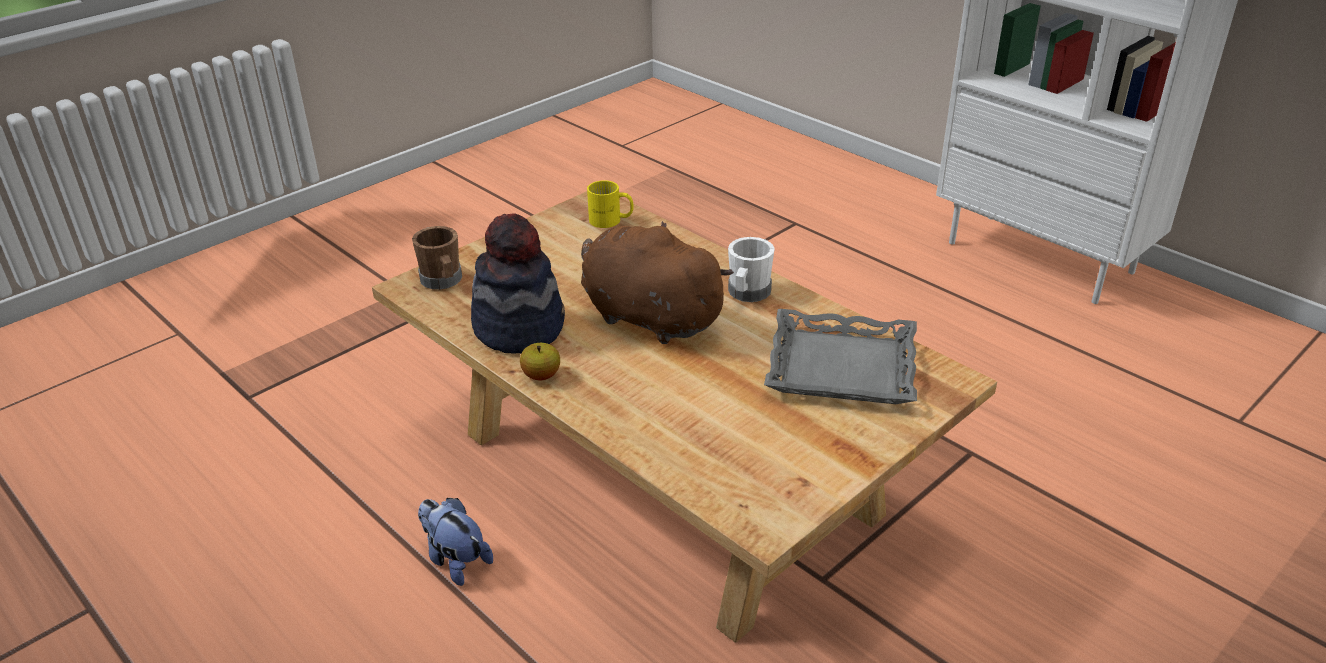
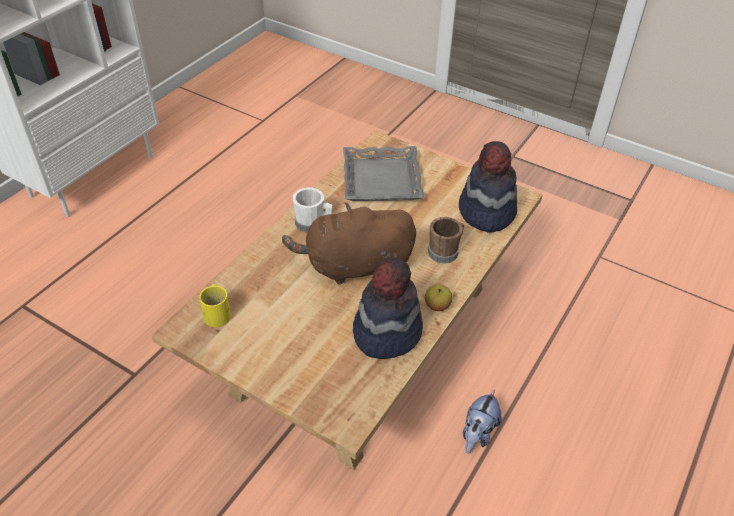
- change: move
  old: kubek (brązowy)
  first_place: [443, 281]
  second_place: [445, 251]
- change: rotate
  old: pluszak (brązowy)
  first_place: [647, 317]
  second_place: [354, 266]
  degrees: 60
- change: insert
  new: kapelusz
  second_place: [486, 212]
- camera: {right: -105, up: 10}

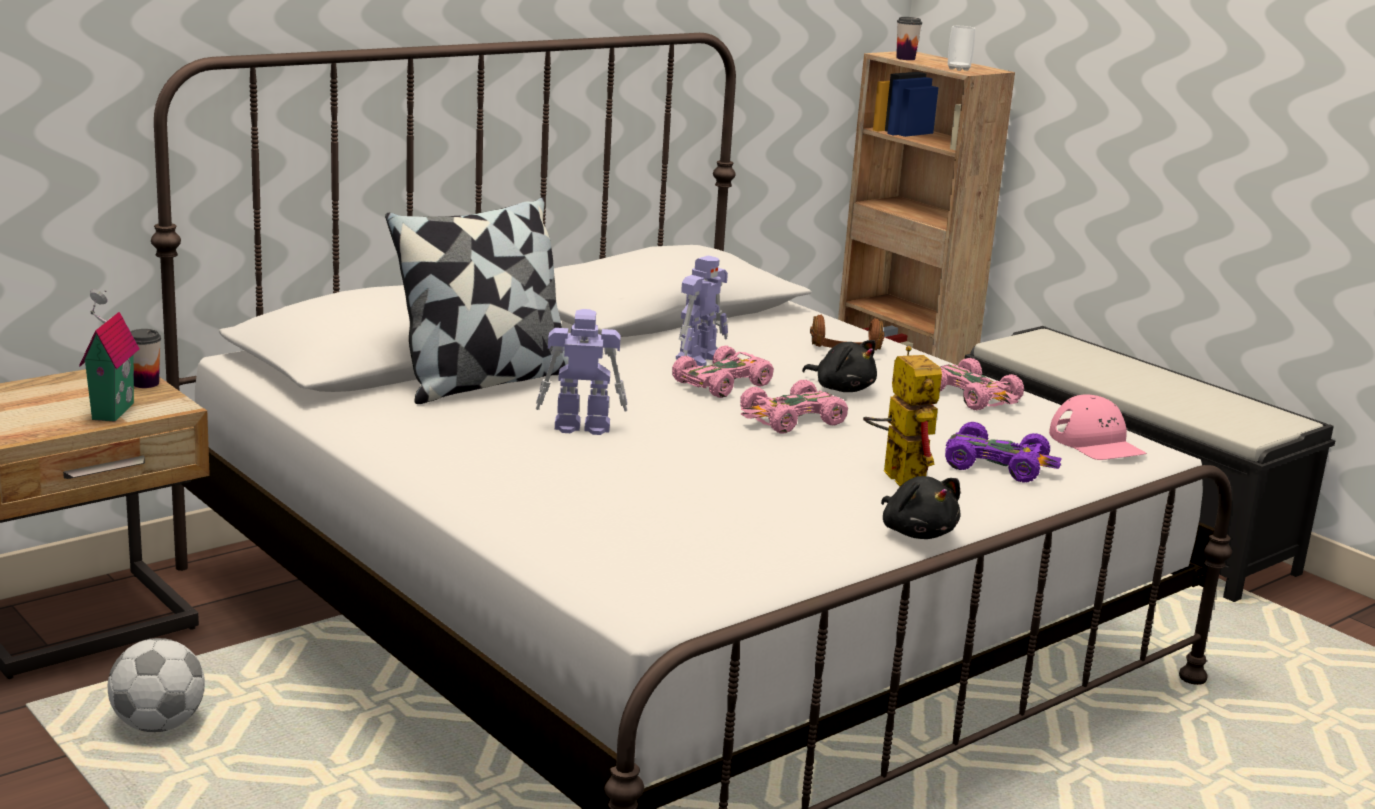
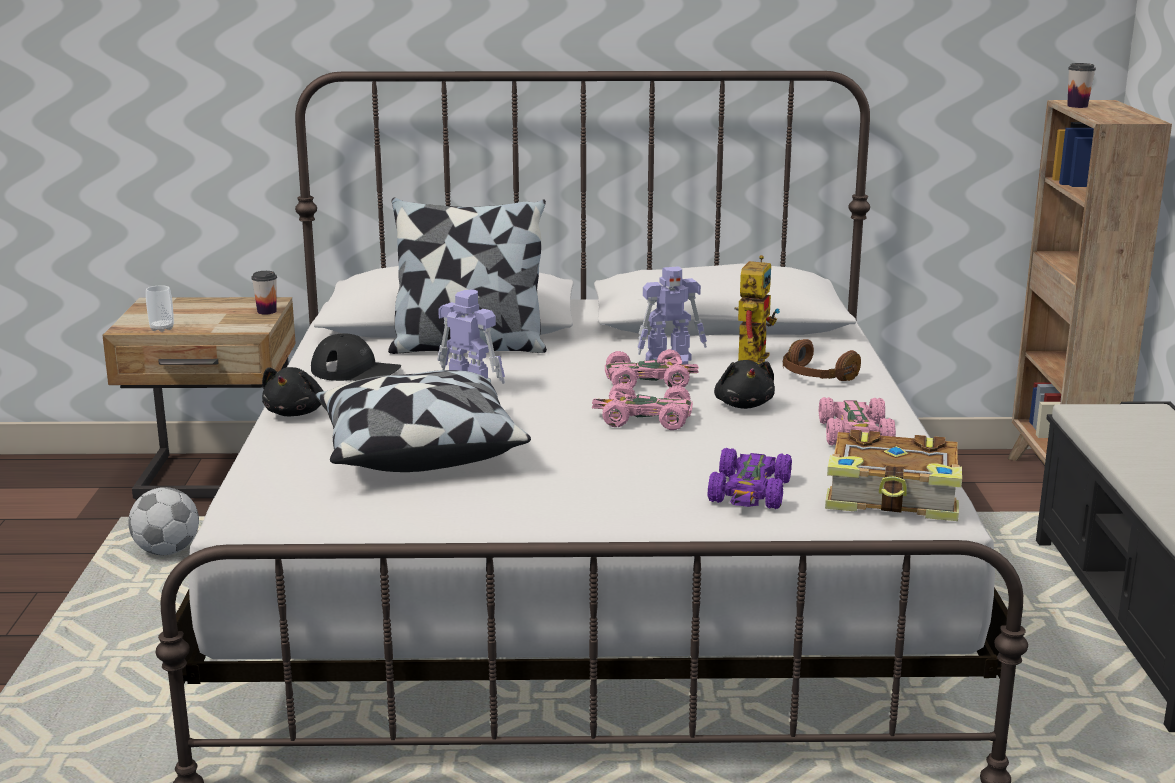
- change: delete
  old: domek
  first_place: [109, 411]
- change: move
  old: robot zabawkowy
  first_place: [896, 475]
  second_place: [751, 355]
- change: move
  old: pluszak (czarny)
  first_place: [917, 532]
  second_place: [296, 413]
- change: rotate
  old: samochodzik (fioletowy)
  first_place: [998, 465]
  second_place: [750, 492]
  degrees: 45
- change: move
  old: filiżanka
  first_place: [958, 69]
  second_place: [162, 328]
- change: replace
  old: czapka z daszkiem (różowy)
  new: książka
  first_place: [1096, 443]
  second_place: [894, 497]
- change: insert
  new: czapka z daszkiem (czarny)
  second_place: [356, 371]
- change: insert
  new: poduszka
  second_place: [417, 450]
- camera: {right: 40, up: 0}

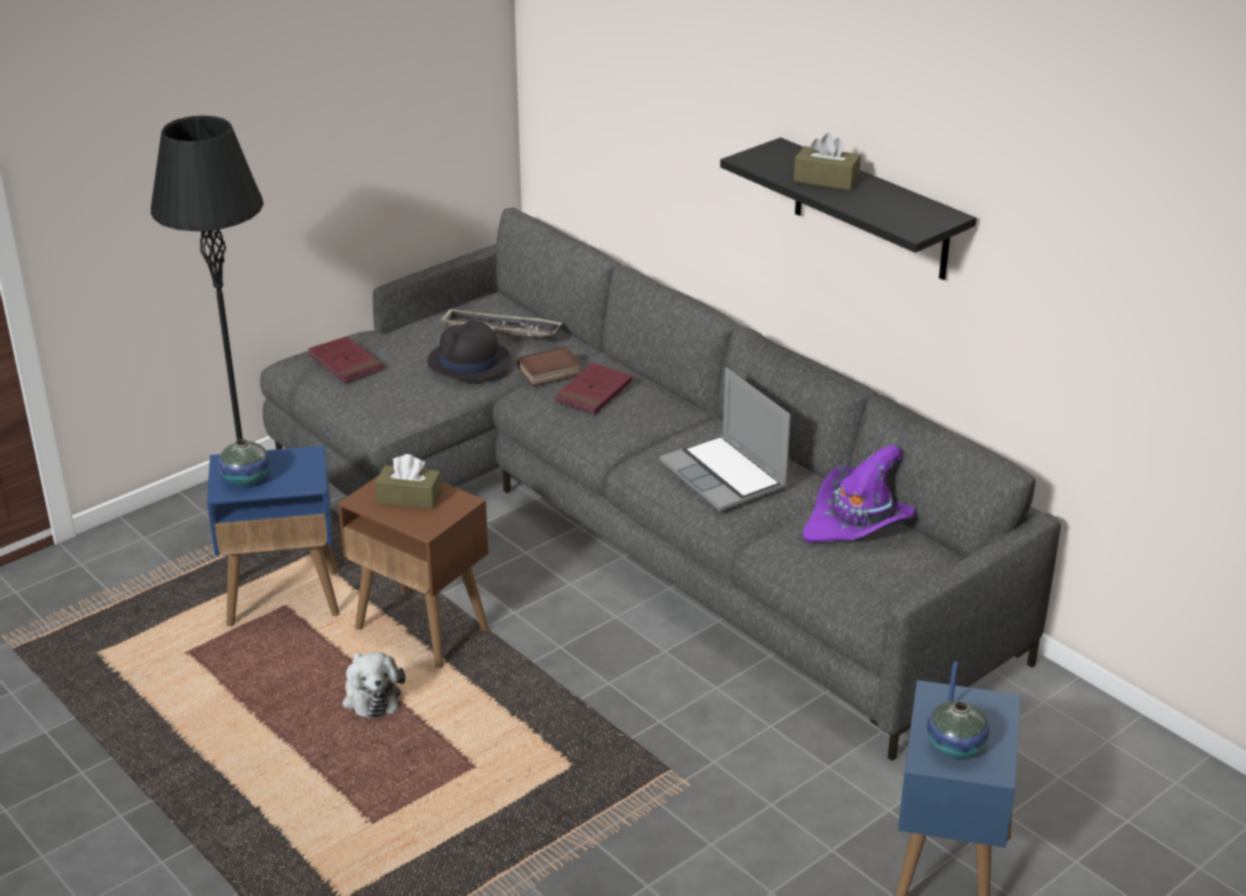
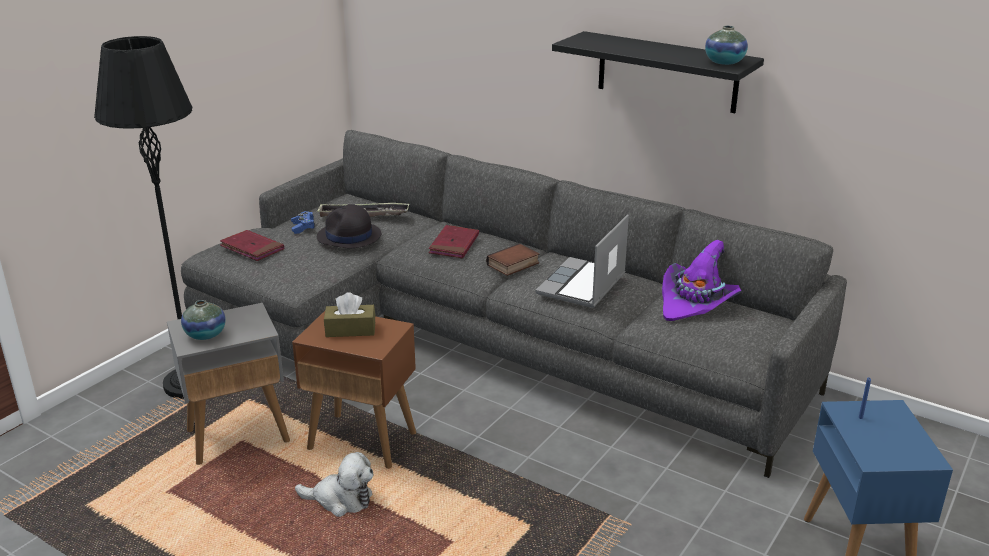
- change: recolor
  old: stolik (niebieski)
  new: stolik (szary)
  first_place: [285, 598]
  second_place: [239, 435]
- change: rotate
  old: pluszak
  first_place: [371, 696]
  second_place: [341, 500]
  degrees: -45
- change: move
  old: książka
  first_place: [549, 373]
  second_place: [513, 265]
- change: rotate
  old: laptop
  first_place: [725, 476]
  second_place: [582, 285]
  degrees: 75
- change: delete
  old: pudełko chusteczek (brązowy)
  first_place: [826, 180]
- change: move
  old: wazon
  first_place: [955, 747]
  second_place: [724, 62]
- change: insert
  new: pad do gier (niebieski)
  second_place: [303, 227]
- camera: {right: -15, up: -5}

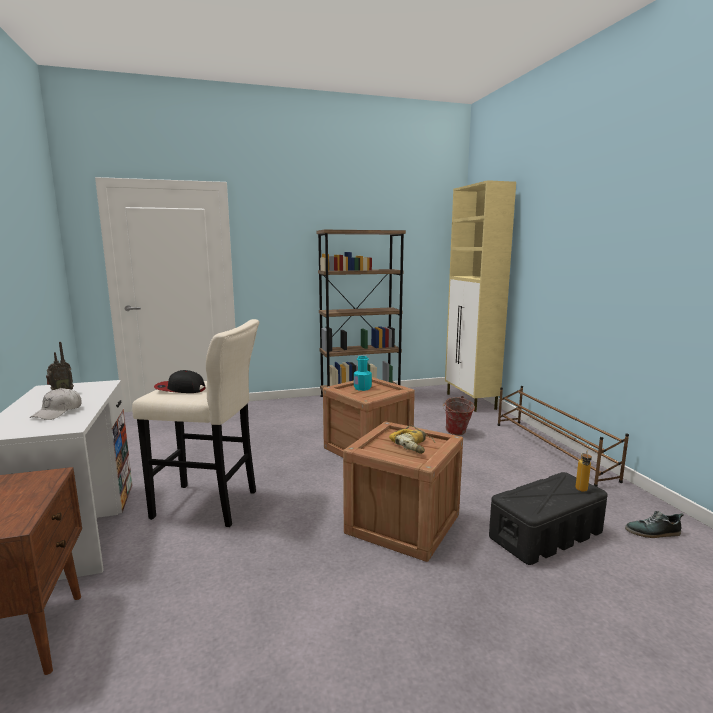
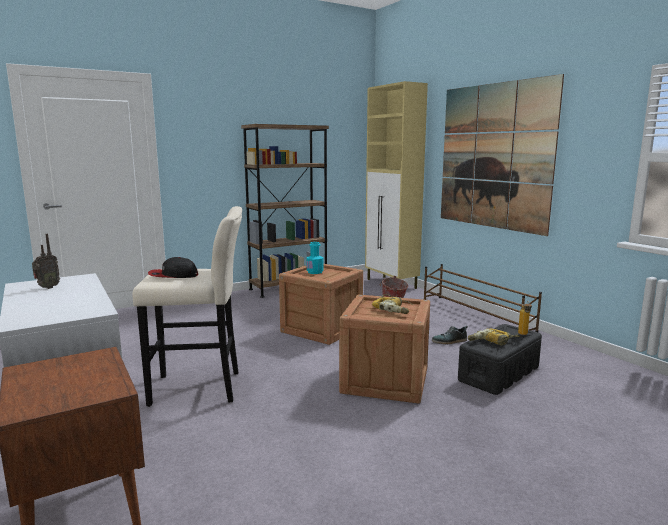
- change: delete
  old: czapka z daszkiem (biały)
  first_place: [58, 412]
- change: move
  old: but
  first_place: [653, 532]
  second_place: [449, 341]
- change: insert
  new: obraz
  second_place: [494, 156]
- change: insert
  new: wiertarka
  second_place: [492, 342]
- camera: {right: -15, up: 0}

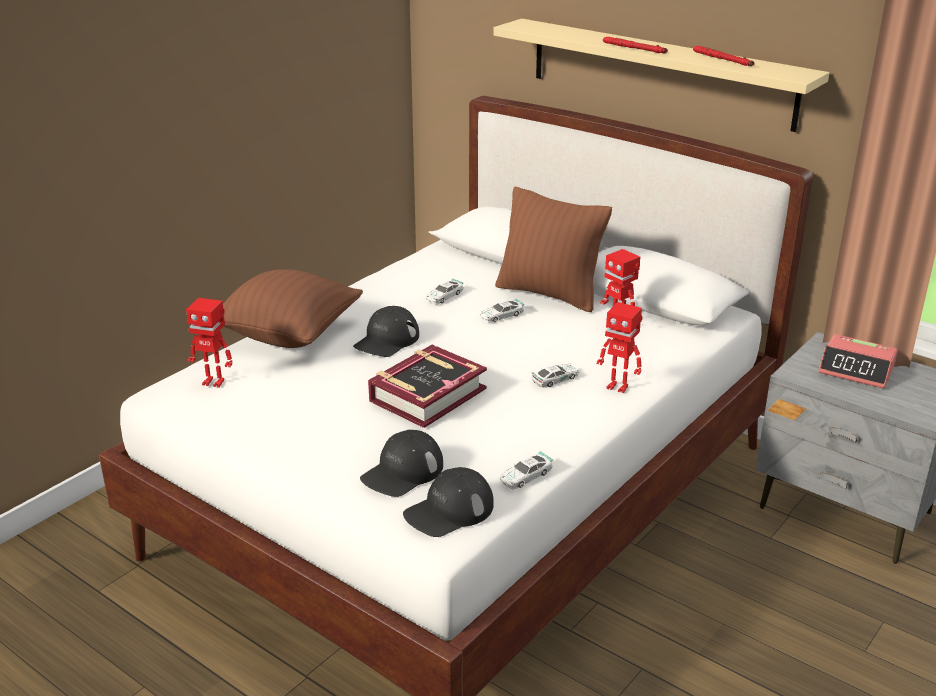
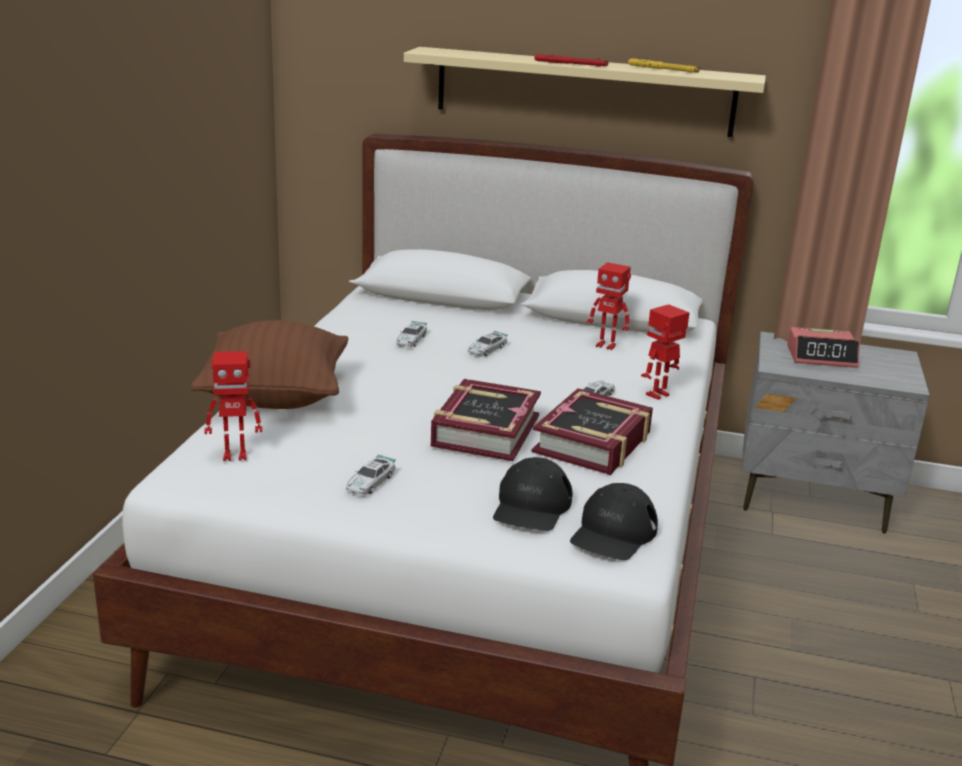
- change: delete
  old: czapka z daszkiem (czarny)
  first_place: [387, 340]
- change: delete
  old: poduszka (brązowy)
  first_place: [549, 294]
- change: move
  old: samochodzik
  first_place: [525, 476]
  second_place: [370, 482]
- change: rotate
  old: robot zabawkowy
  first_place: [618, 387]
  second_place: [658, 395]
  degrees: 135
- change: recolor
  old: latarka (czerwony)
  new: latarka (żółty)
  first_place: [722, 59]
  second_place: [663, 69]
- change: insert
  new: książka
  second_place: [593, 443]
- camera: {right: -25, up: -5}

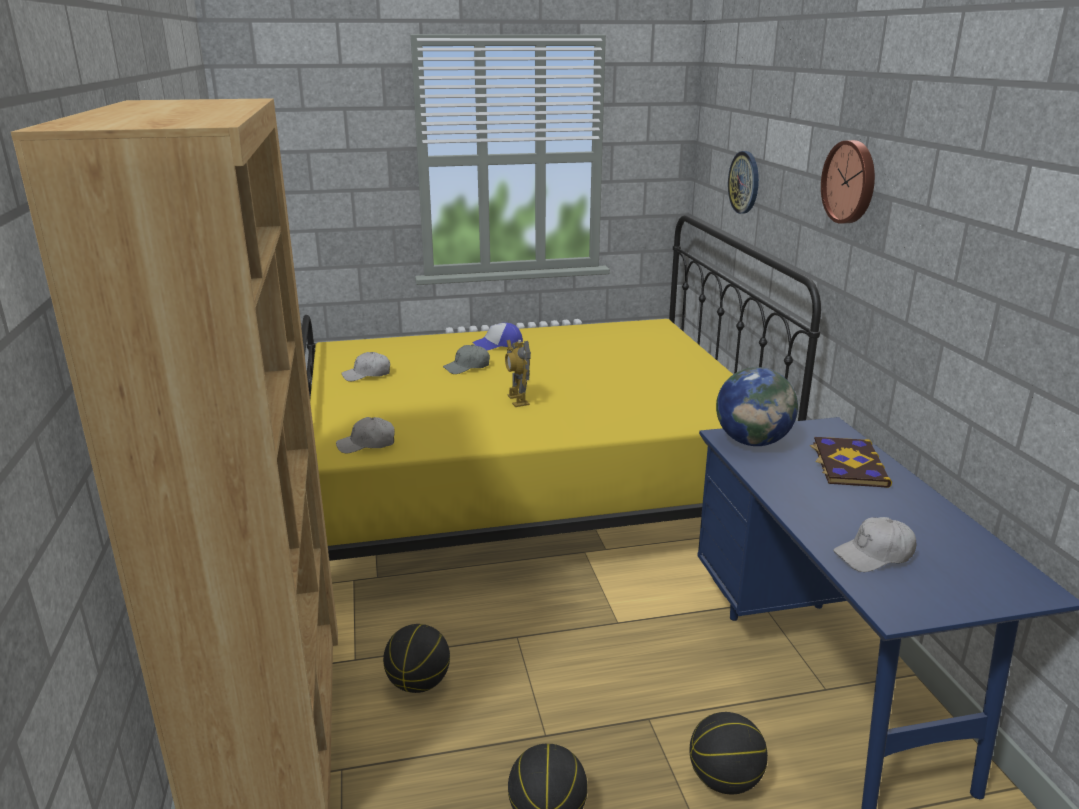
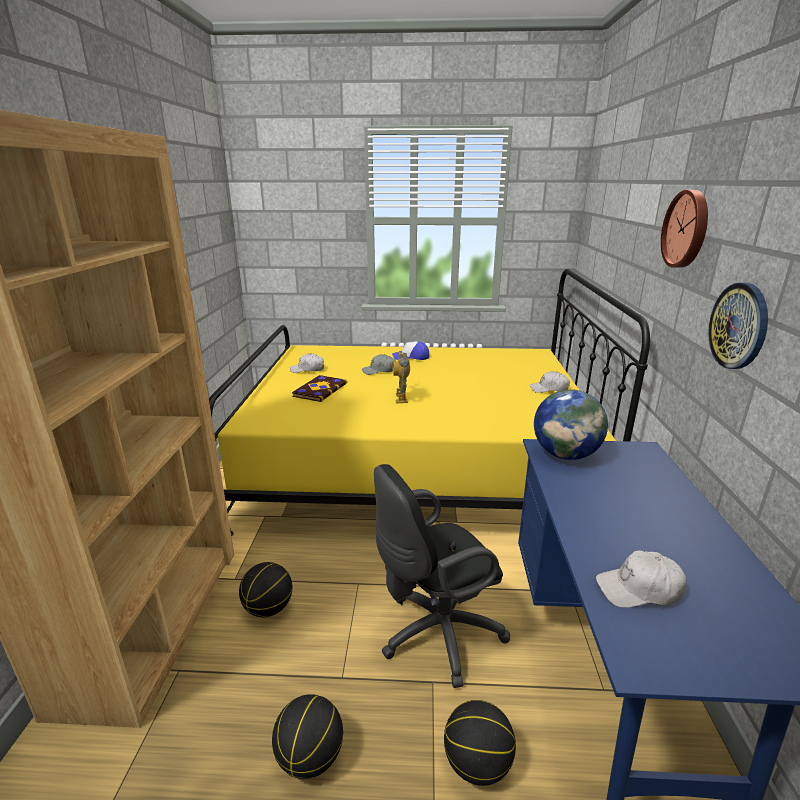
- change: move
  old: czapka z daszkiem (biały)
  first_place: [367, 444]
  second_place: [549, 389]
- change: move
  old: zegar ścienny
  first_place: [744, 182]
  second_place: [739, 326]
- change: move
  old: książka
  first_place: [848, 464]
  second_place: [319, 390]
- change: insert
  new: krzesło biurowe (czarny)
  second_place: [435, 634]
- camera: {right: 15, up: 0}

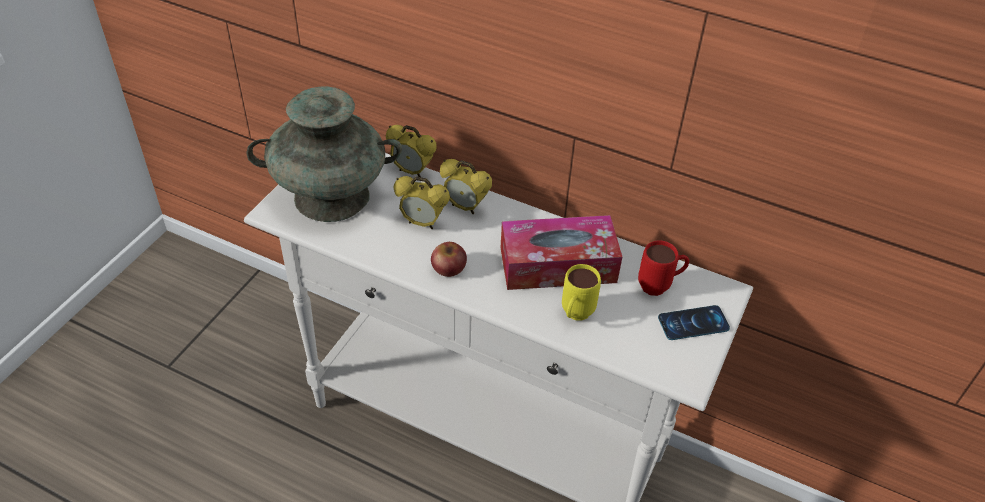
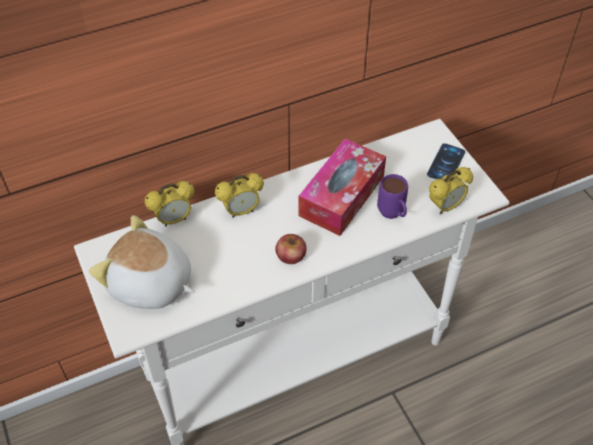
- change: replace
  old: wazon (turkusowy)
  new: pluszak
  first_place: [331, 197]
  second_place: [150, 284]
- change: move
  old: budzik
  first_place: [422, 223]
  second_place: [445, 207]
- change: recolor
  old: kubek (żółty)
  new: kubek (fioletowy)
  first_place: [574, 316]
  second_place: [393, 215]
- change: delete
  old: kubek (czerwony)
  first_place: [660, 286]
- camera: {right: -50, up: 5}

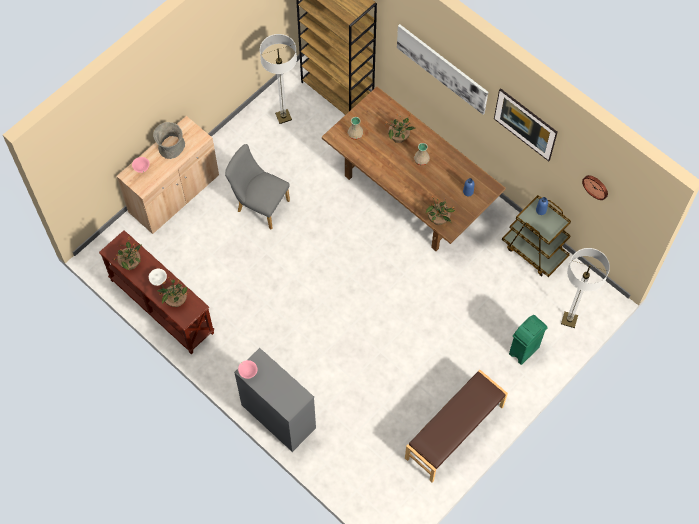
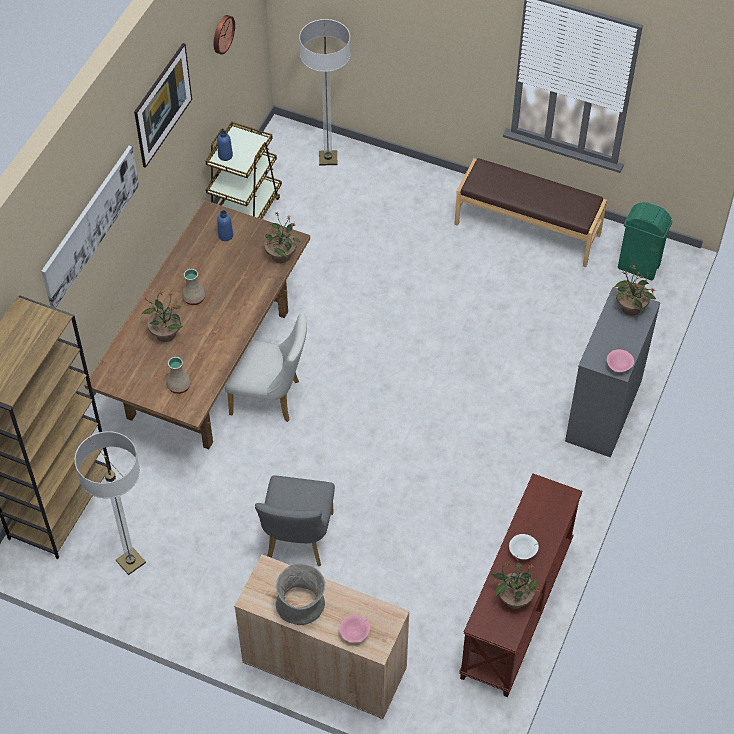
- change: move
  old: roślina doniczkowa
  first_place: [176, 300]
  second_place: [630, 308]
- change: move
  old: kosz na śmieci (zielony)
  first_place: [523, 350]
  second_place: [639, 267]
- change: insert
  new: krzesło (biały)
  second_place: [270, 398]
- camera: {right: -110, up: -10}

